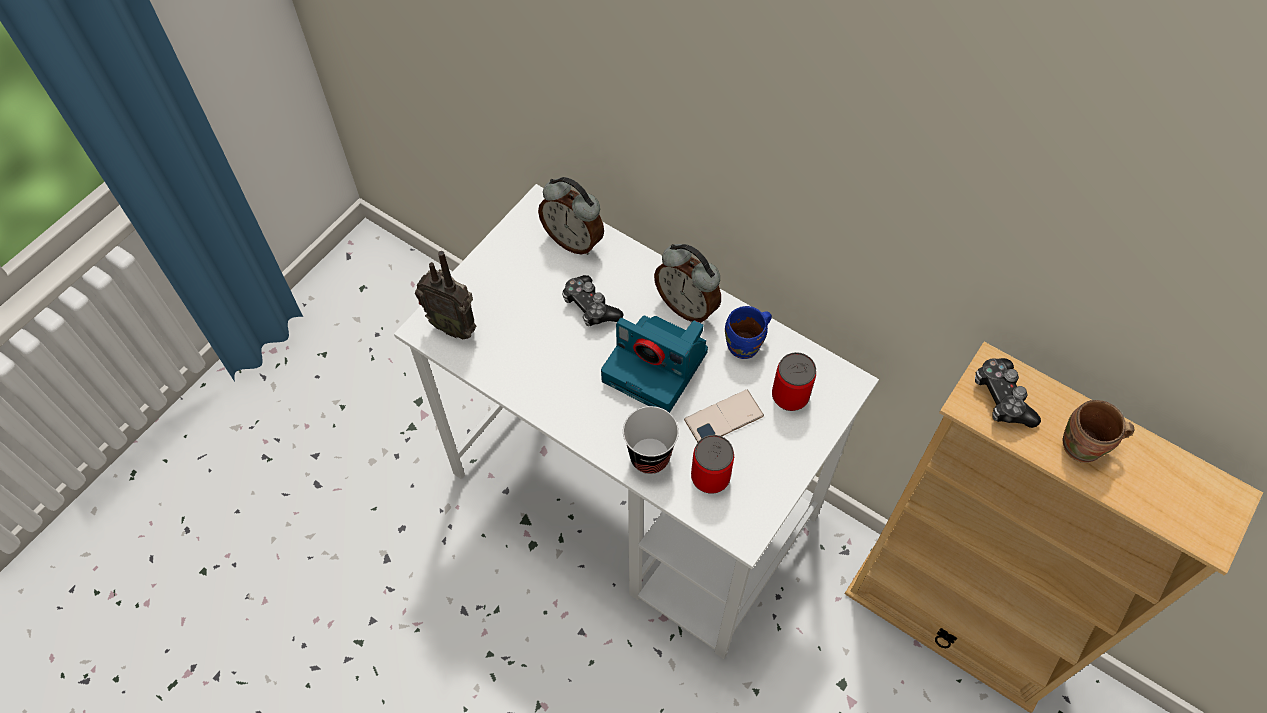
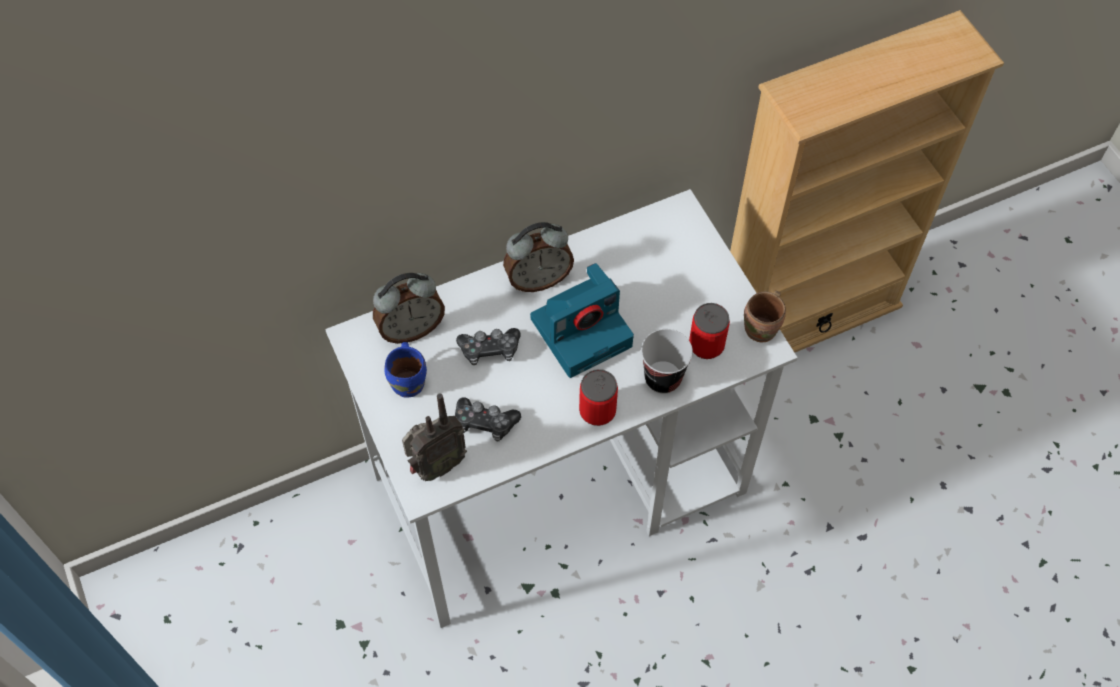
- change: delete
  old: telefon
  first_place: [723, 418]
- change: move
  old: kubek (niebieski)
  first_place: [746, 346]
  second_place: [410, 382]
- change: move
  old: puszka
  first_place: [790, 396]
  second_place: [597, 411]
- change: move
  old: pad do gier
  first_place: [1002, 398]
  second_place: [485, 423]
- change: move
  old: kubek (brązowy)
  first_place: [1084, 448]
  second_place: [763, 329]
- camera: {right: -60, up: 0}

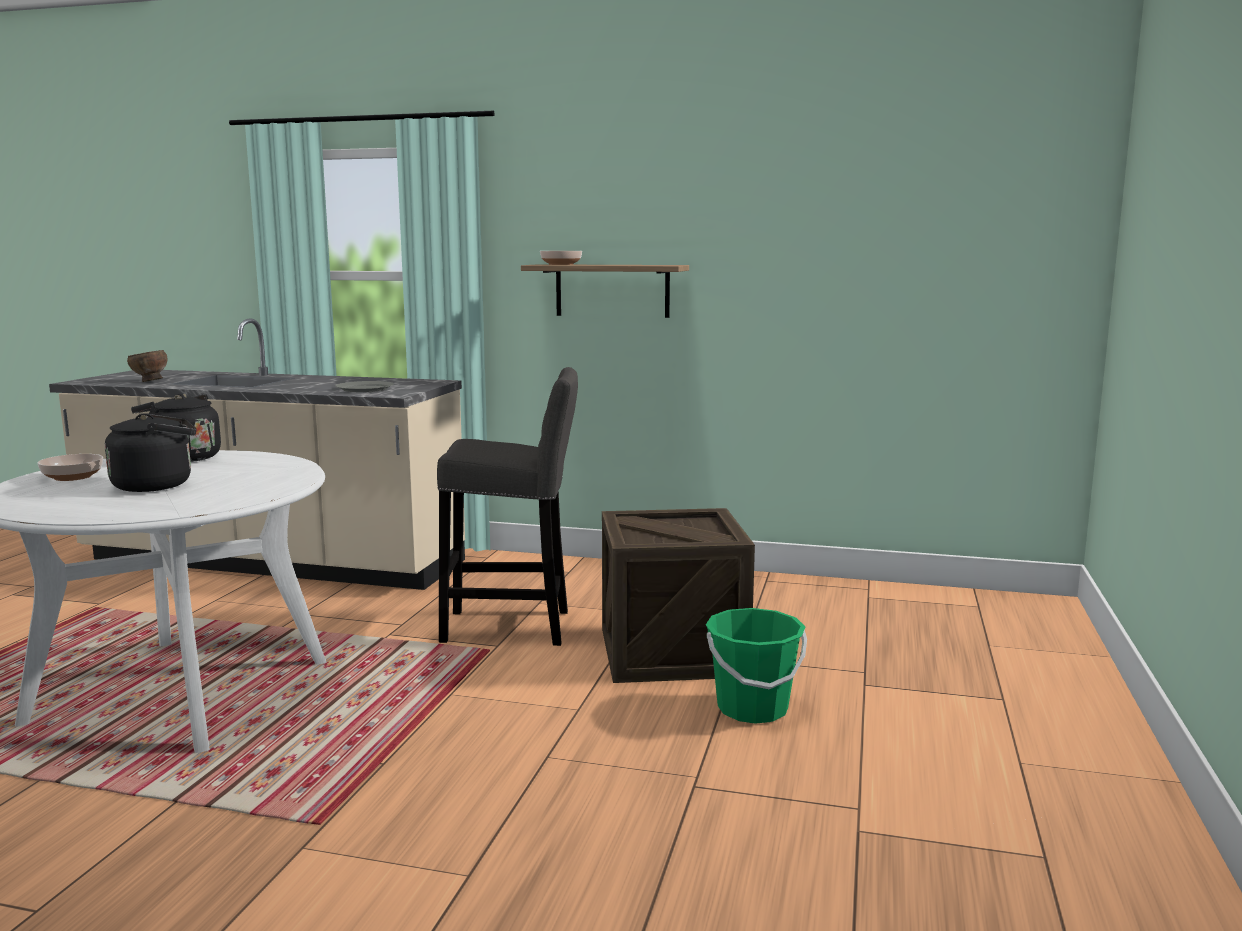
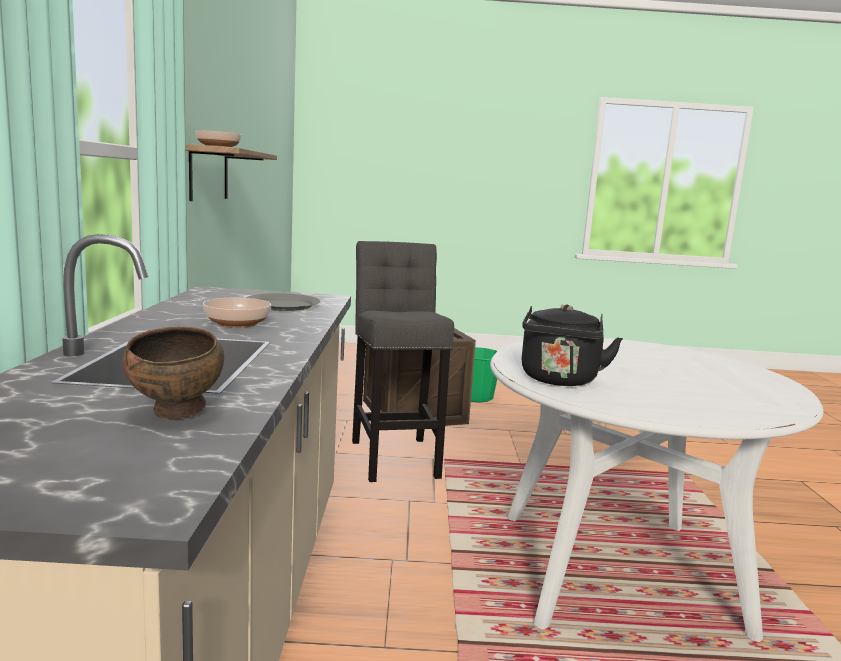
- change: move
  old: miska
  first_place: [71, 477]
  second_place: [237, 323]
- change: delete
  old: czajnik (czarny)
  first_place: [158, 485]
- camera: {right: -105, up: 0}

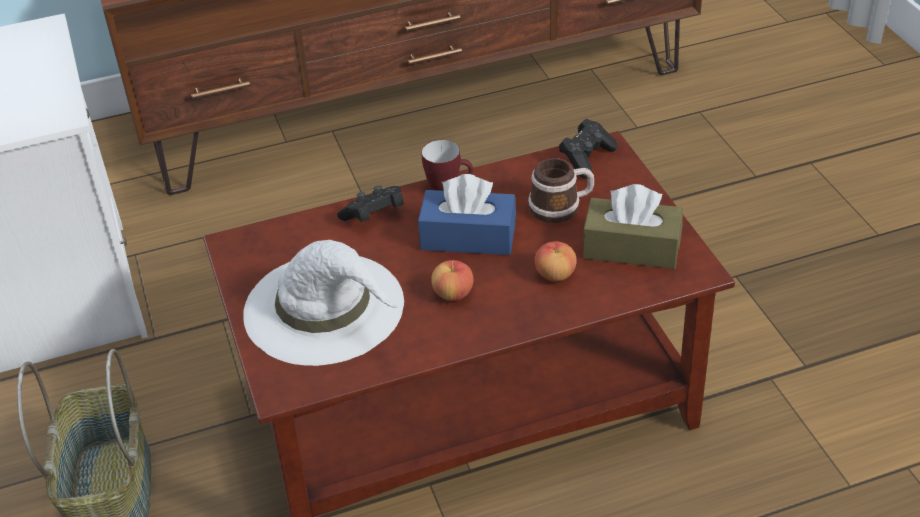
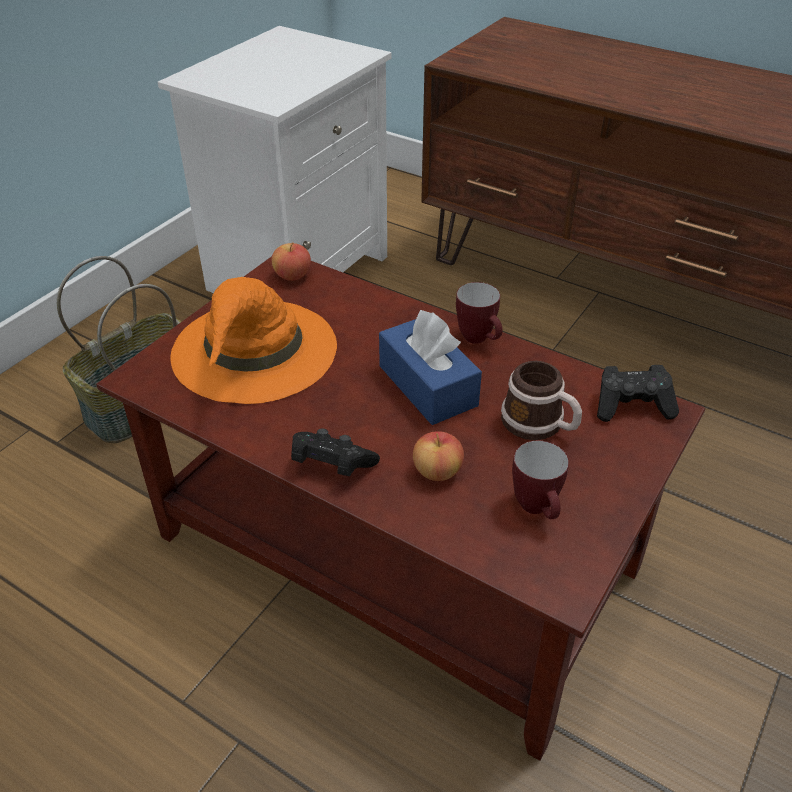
- change: recolor
  old: kapelusz (biały)
  new: kapelusz (pomarańczowy)
  first_place: [326, 308]
  second_place: [254, 351]
- change: move
  old: pad do gier (czarny)
  first_place: [374, 216]
  second_place: [331, 465]
- change: move
  old: jabłko
  first_place: [453, 293]
  second_place: [292, 276]
- change: replace
  old: pudełko chusteczek (brązowy)
  new: kubek
  first_place: [631, 248]
  second_place: [538, 510]
- camera: {right: 50, up: 0}

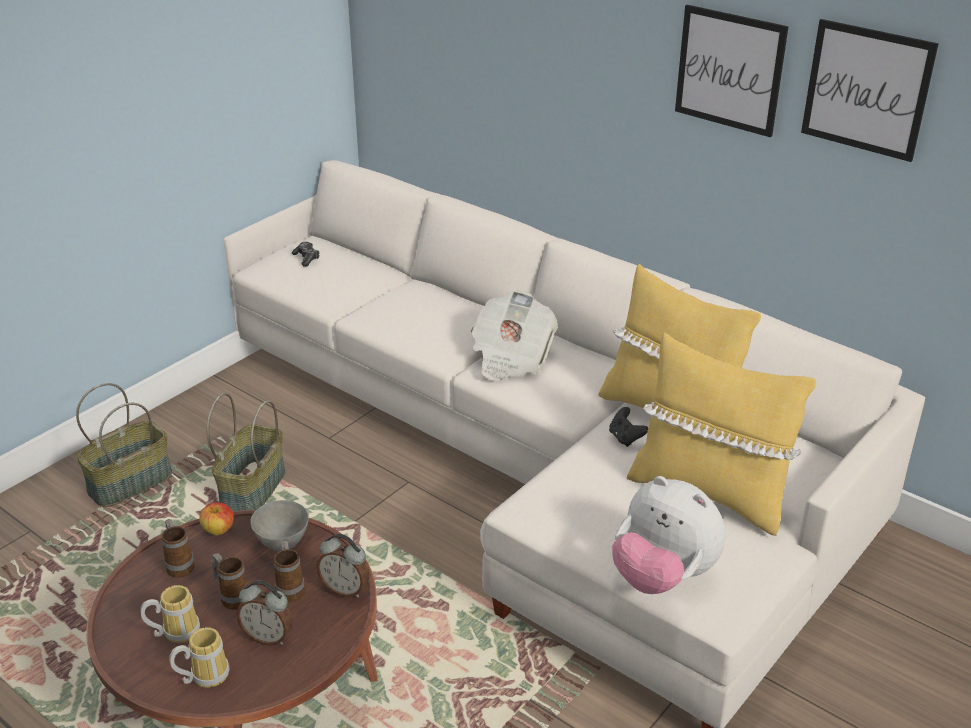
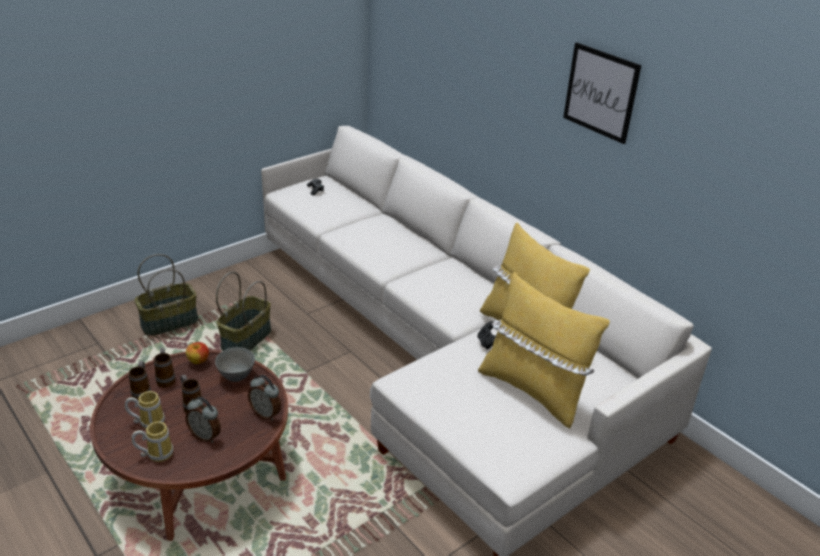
- change: move
  old: kubek
  first_place: [290, 587]
  second_place: [143, 392]
- change: delete
  old: gazeta
  first_place: [511, 357]
- change: delete
  old: pluszak
  first_place: [662, 576]
- change: delete
  old: obraz
  first_place: [866, 89]
- camera: {right: 10, up: 0}

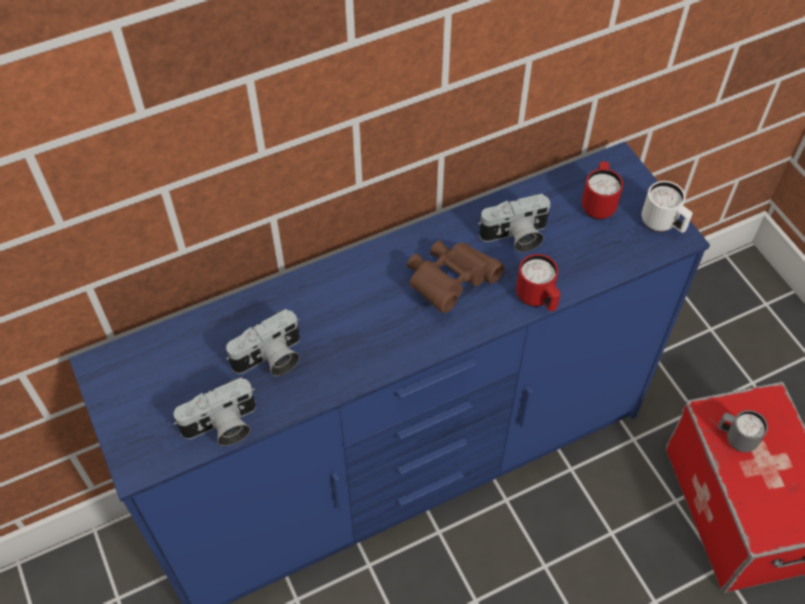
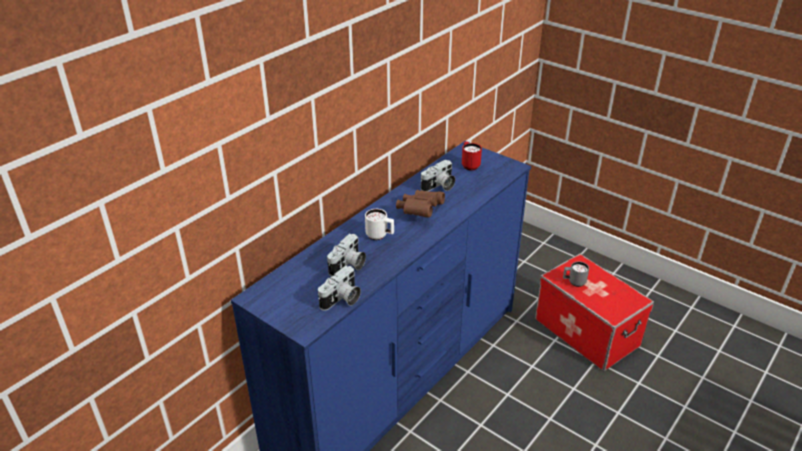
- change: delete
  old: kubek (czerwony)
  first_place: [537, 299]
- change: move
  old: kubek (biały)
  first_place: [662, 225]
  second_place: [380, 236]
- camera: {right: -25, up: -20}

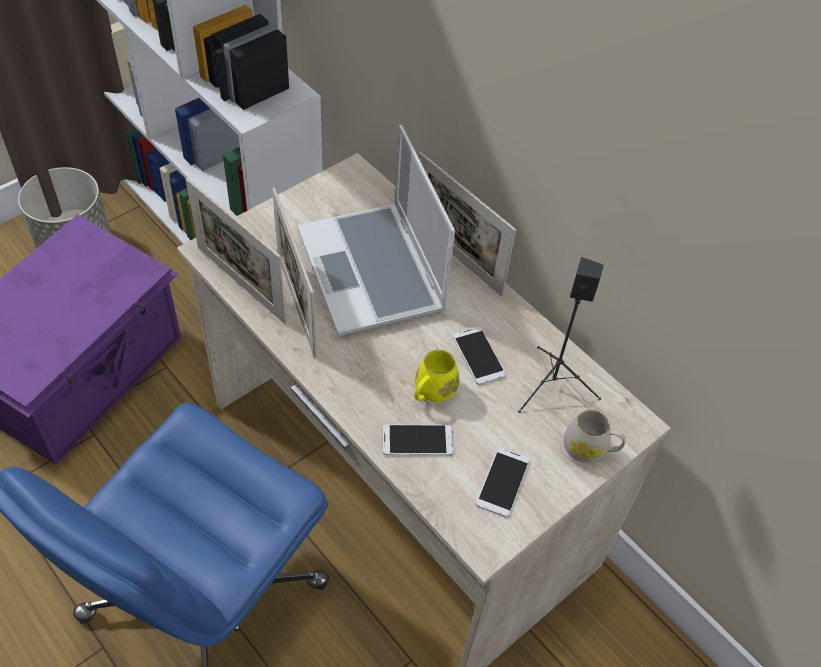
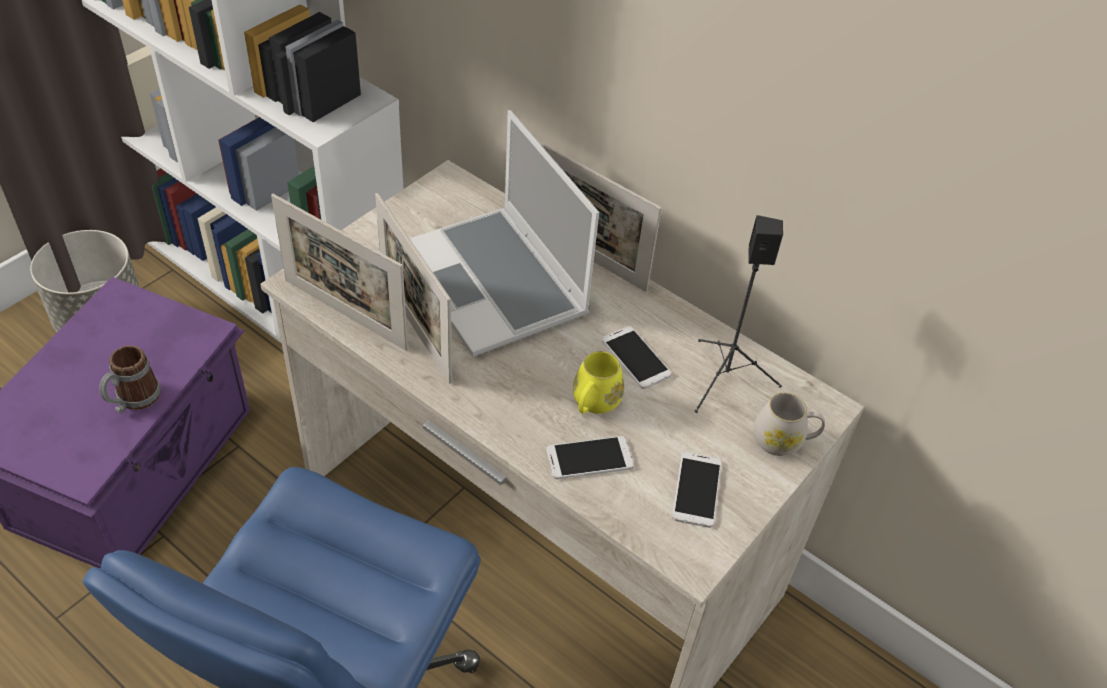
- change: insert
  new: kubek
  second_place: [133, 400]
- camera: {right: -10, up: -5}

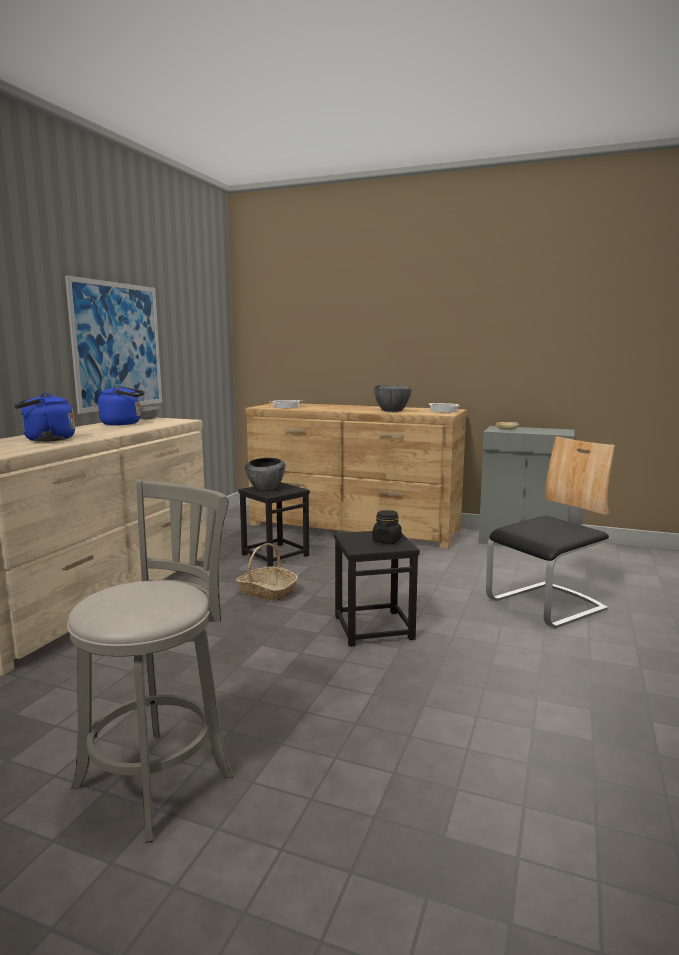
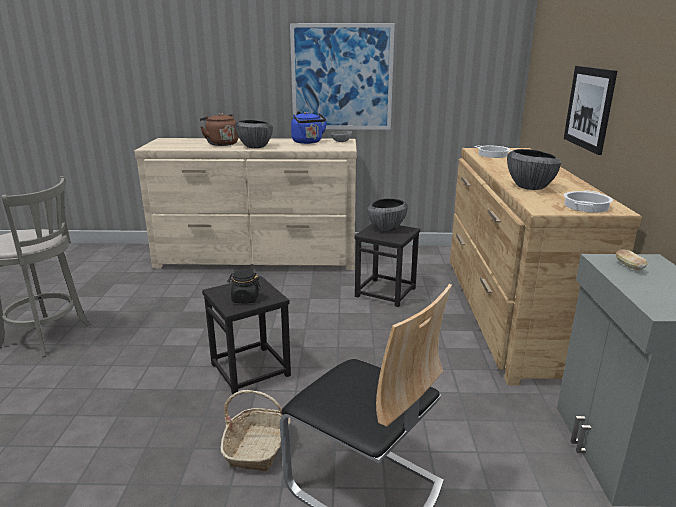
- change: recolor
  old: czajnik (niebieski)
  new: czajnik (brązowy)
  first_place: [46, 439]
  second_place: [221, 144]
- change: move
  old: koszyk
  first_place: [267, 592]
  second_place: [258, 447]
- change: insert
  new: miska
  second_place: [255, 147]
- change: insert
  new: obraz
  second_place: [589, 108]
- camera: {right: 70, up: 10}

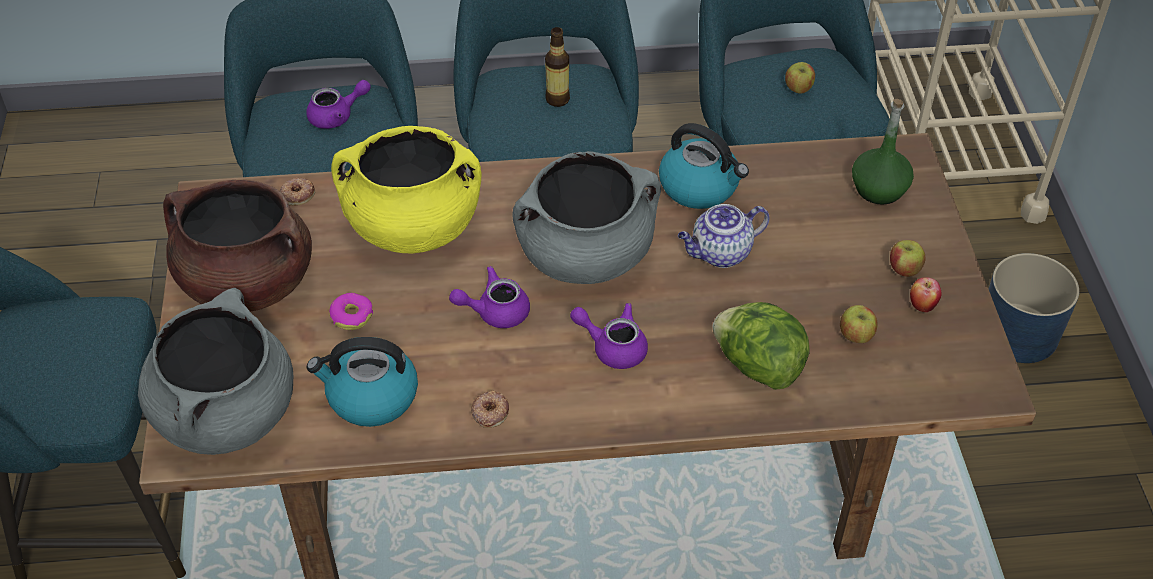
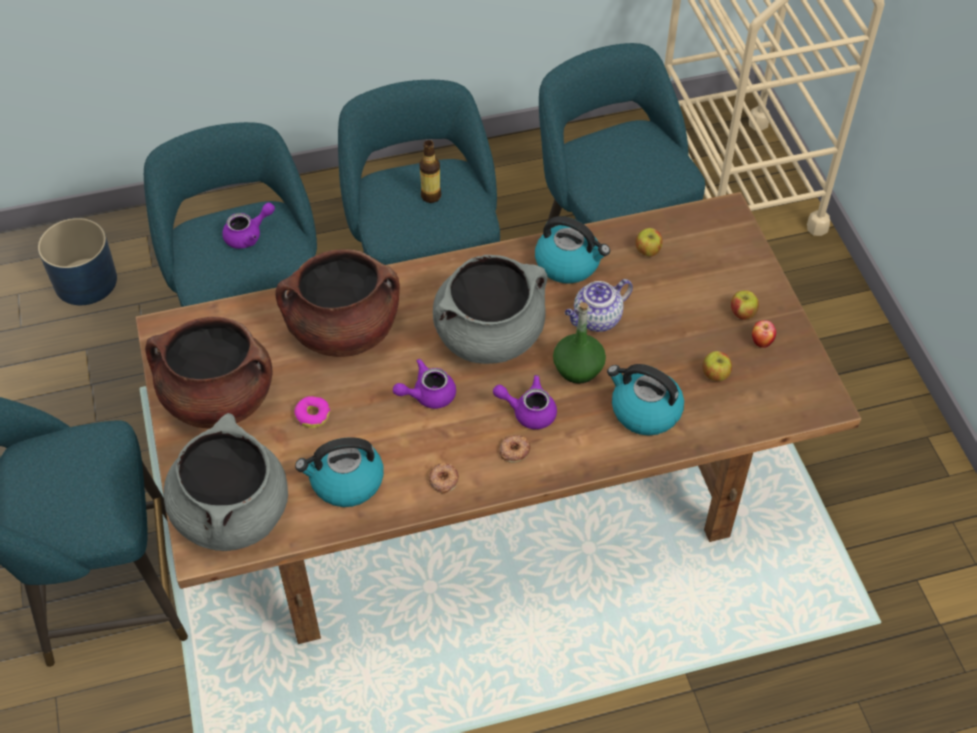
- change: move
  old: donut
  first_place: [297, 194]
  second_place: [514, 450]
- change: recolor
  old: garnek (żółty)
  new: garnek (brązowy)
  first_place: [413, 227]
  second_place: [343, 331]
- change: replace
  old: sałata
  new: czajnik
  first_place: [757, 366]
  second_place: [644, 411]
- change: move
  old: jabłko
  first_place: [798, 89]
  second_place: [648, 251]
- change: move
  old: butelka (zielony)
  first_place: [879, 189]
  second_place: [578, 368]
- change: move
  old: donica (niebieski)
  first_place: [1017, 332]
  second_place: [85, 281]
- camera: {right: -10, up: 5}

